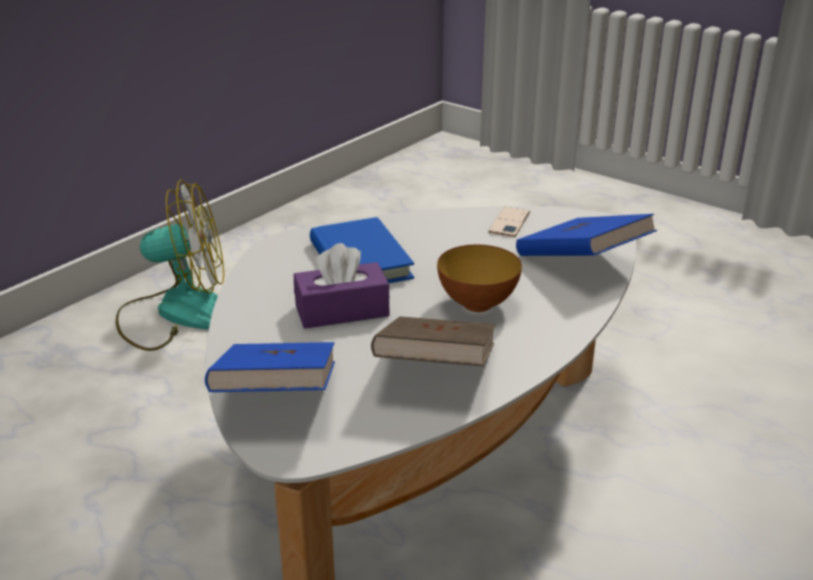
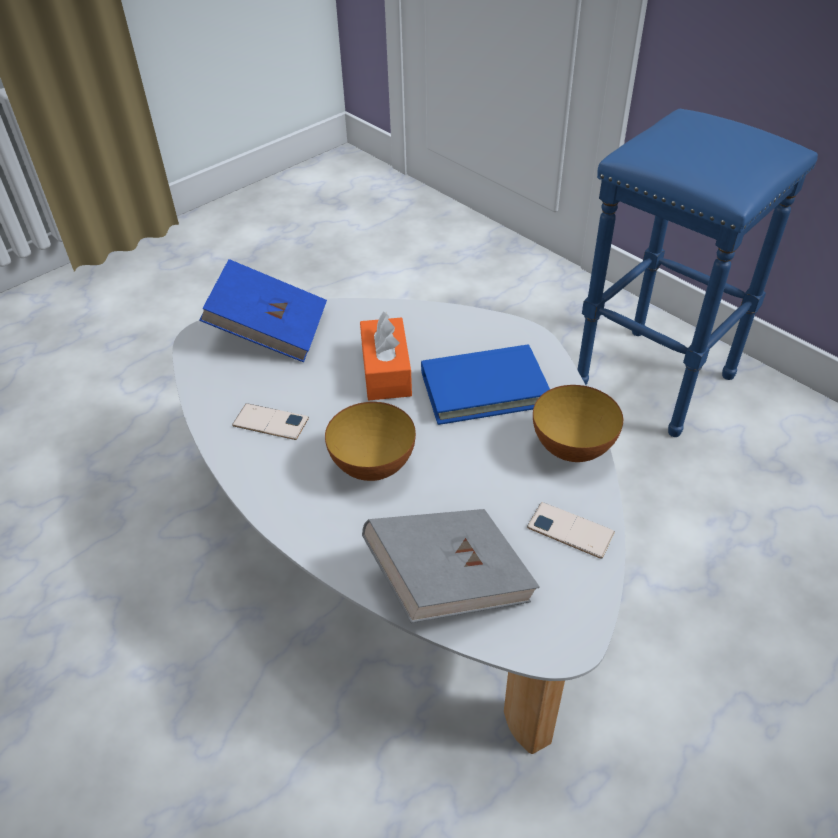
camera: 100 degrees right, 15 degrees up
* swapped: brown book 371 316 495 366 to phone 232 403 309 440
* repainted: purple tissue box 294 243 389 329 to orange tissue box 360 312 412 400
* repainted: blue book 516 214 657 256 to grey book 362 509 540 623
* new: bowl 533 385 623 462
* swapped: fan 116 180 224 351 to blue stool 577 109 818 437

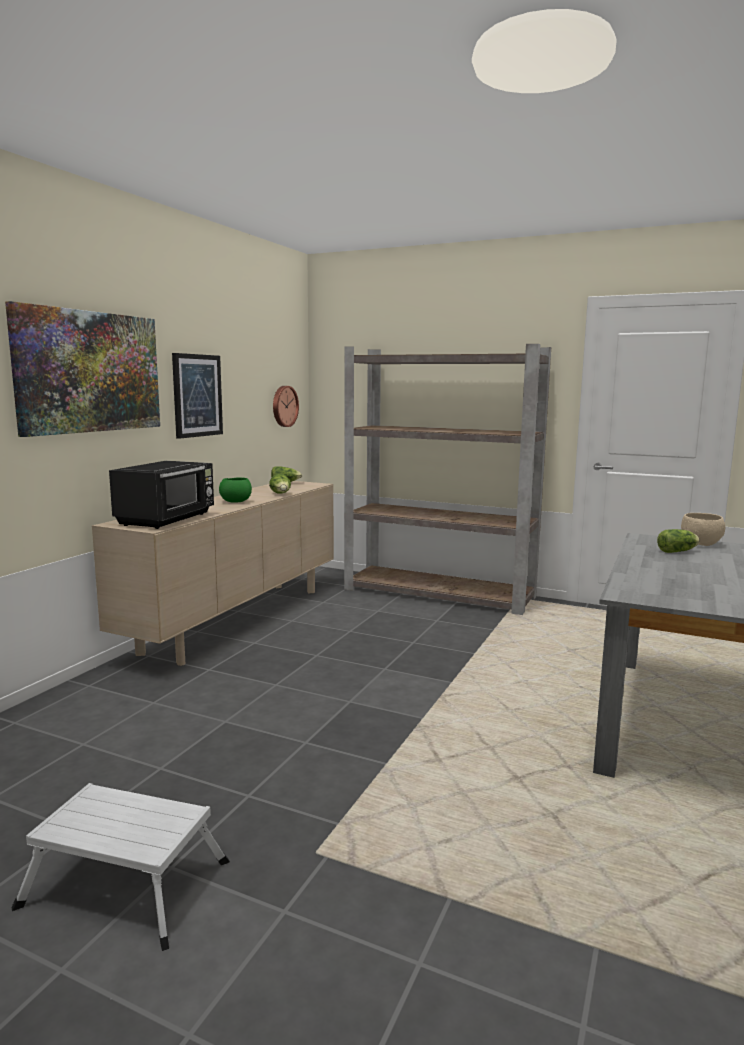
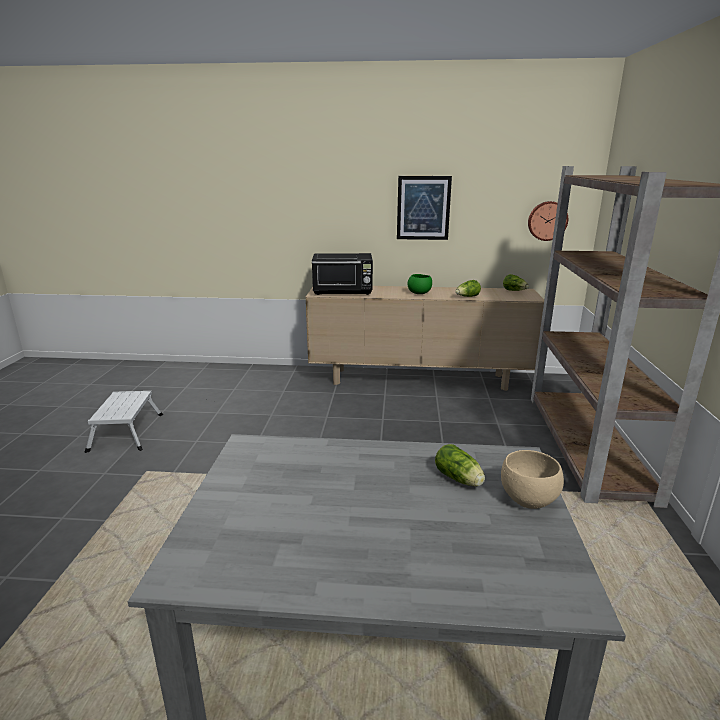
camera: 70 degrees right, 10 degrees up
* gone: picture 5 301 160 437

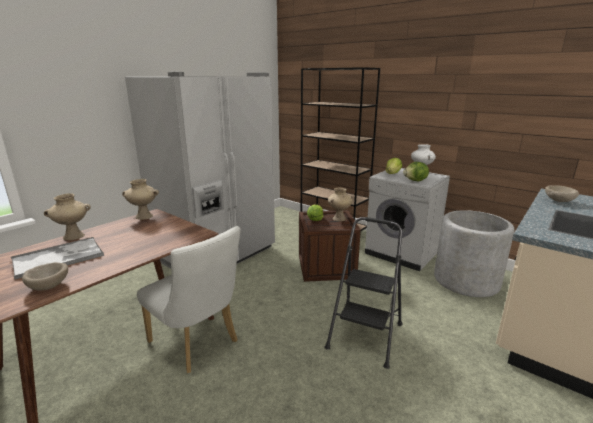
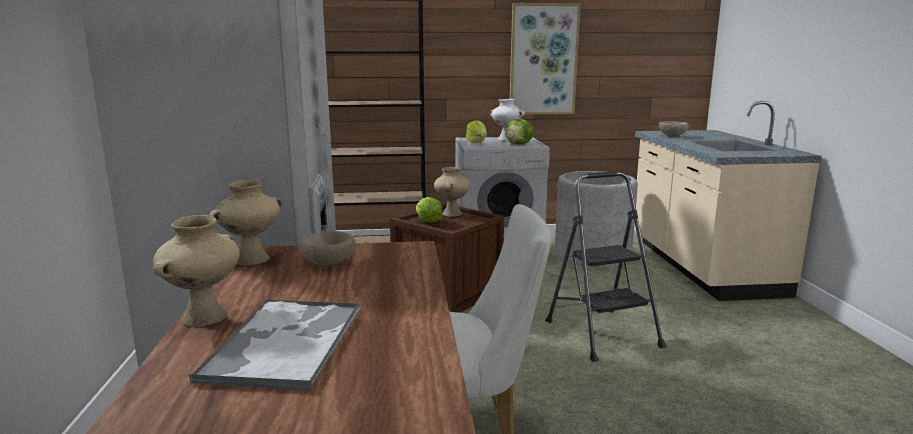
camera: 45 degrees left, 5 degrees down
* shifted: beige bowl 22 262 68 291 to 298 231 355 265
* new: picture 510 3 581 115

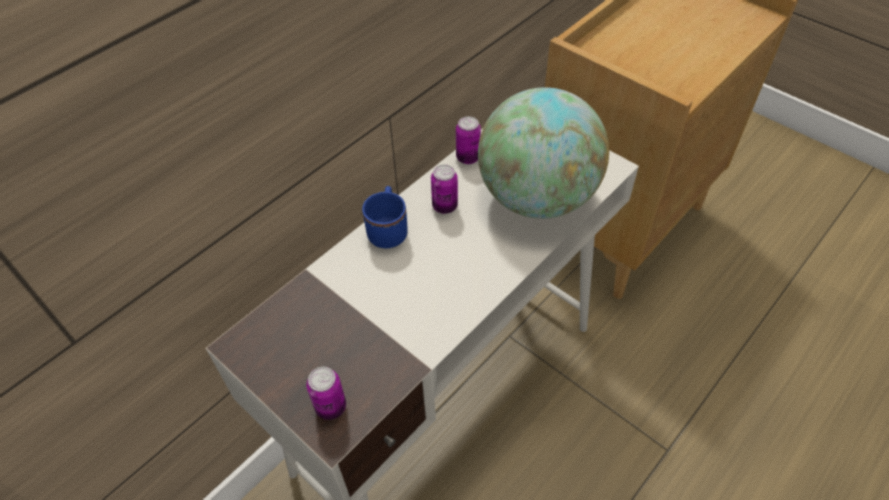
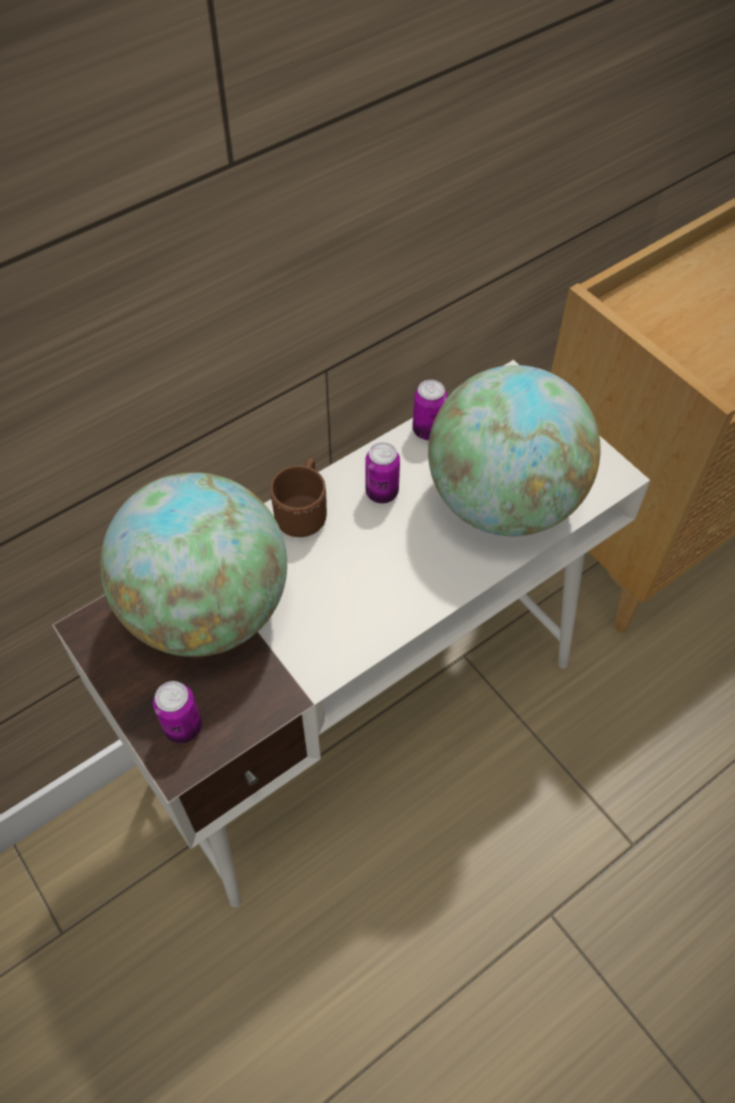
camera: 10 degrees right, 5 degrees up
* new: globe 100 472 287 657
* repainted: blue mug 362 186 408 248 to brown mug 270 458 327 537

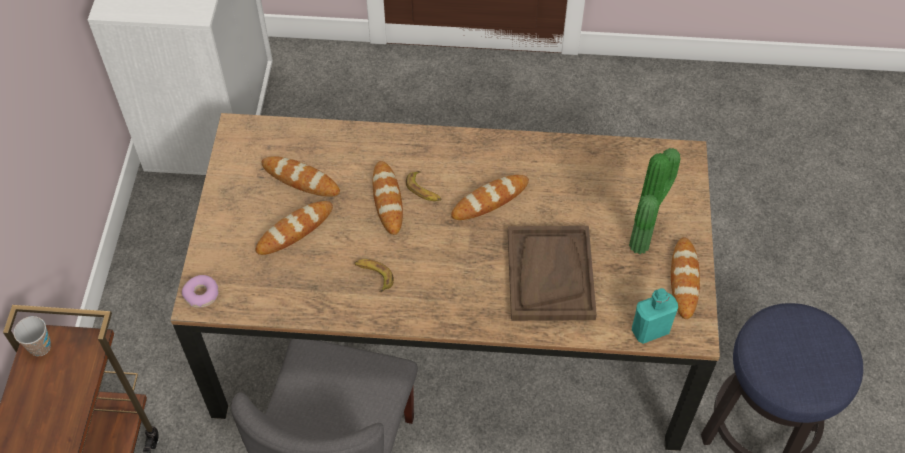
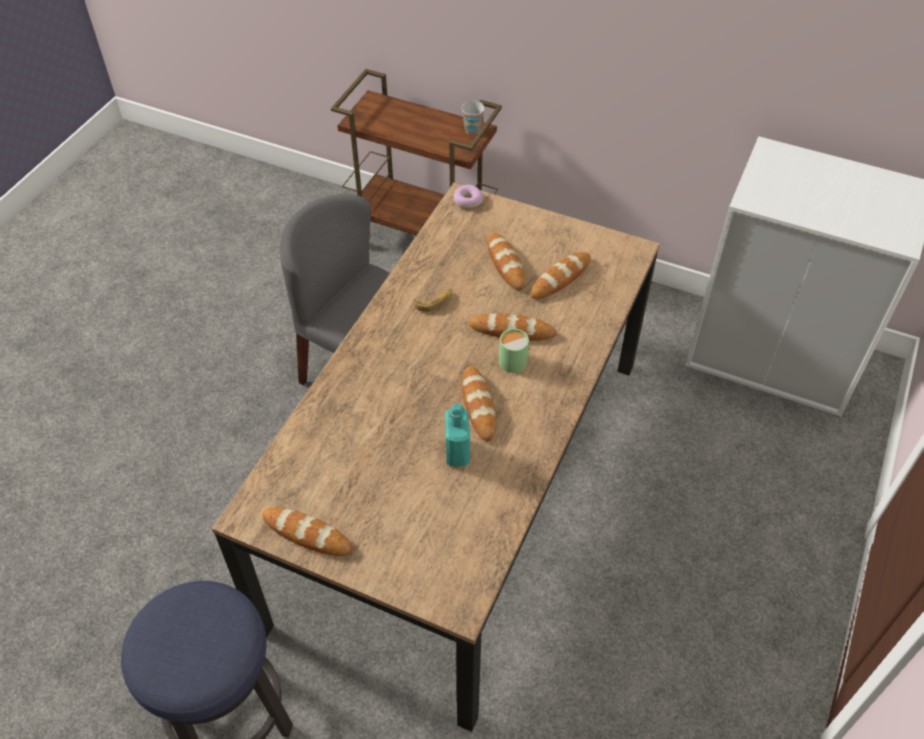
camera: 110 degrees right, 5 degrees down
* shifted: turquoise bottle 632 288 678 344 to 445 404 470 467
* swapped: banana 406 171 441 201 to green mug 499 329 530 373
* gone: brown tray 508 226 597 321
* gone: potted plant 629 148 680 254

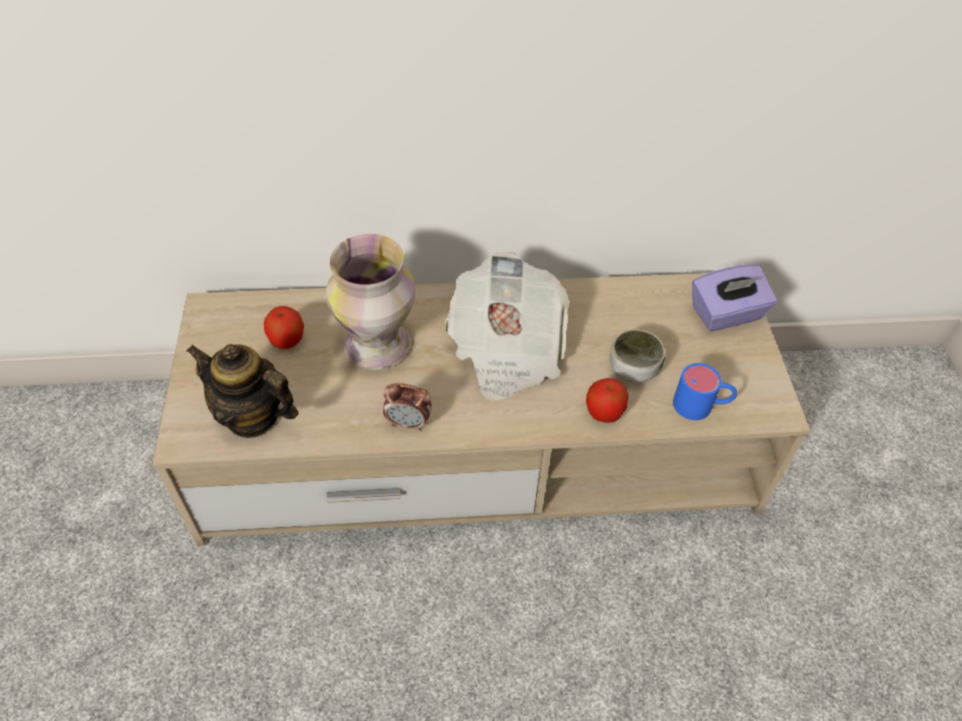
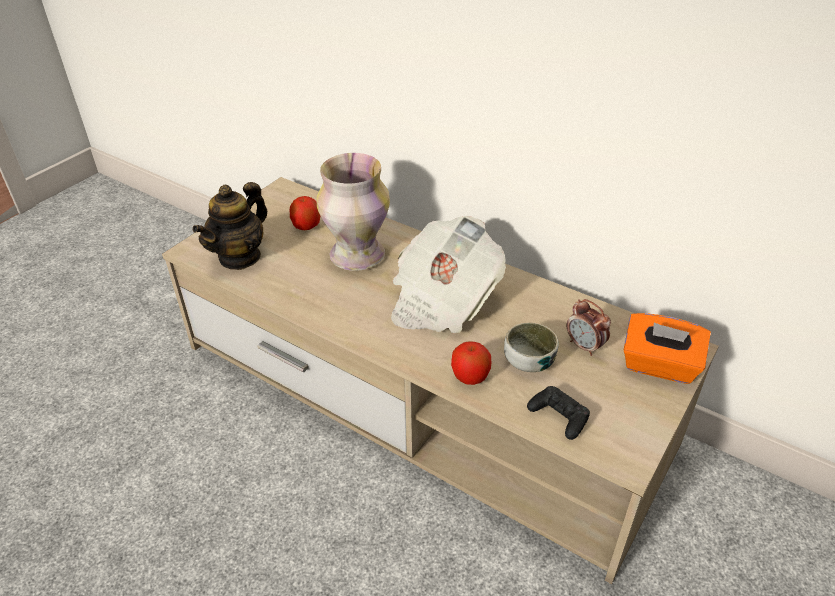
camera: 40 degrees right, 10 degrees down
* rotated: teapot 186 344 299 438 = 192 182 268 270 120 degrees counterclockwise
* swapped: blue mug 673 363 737 420 to black game controller 527 386 590 440
* shifted: alarm clock 383 383 431 431 to 567 299 611 356
* repainted: purple tissue box 692 264 777 331 to orange tissue box 624 313 711 384

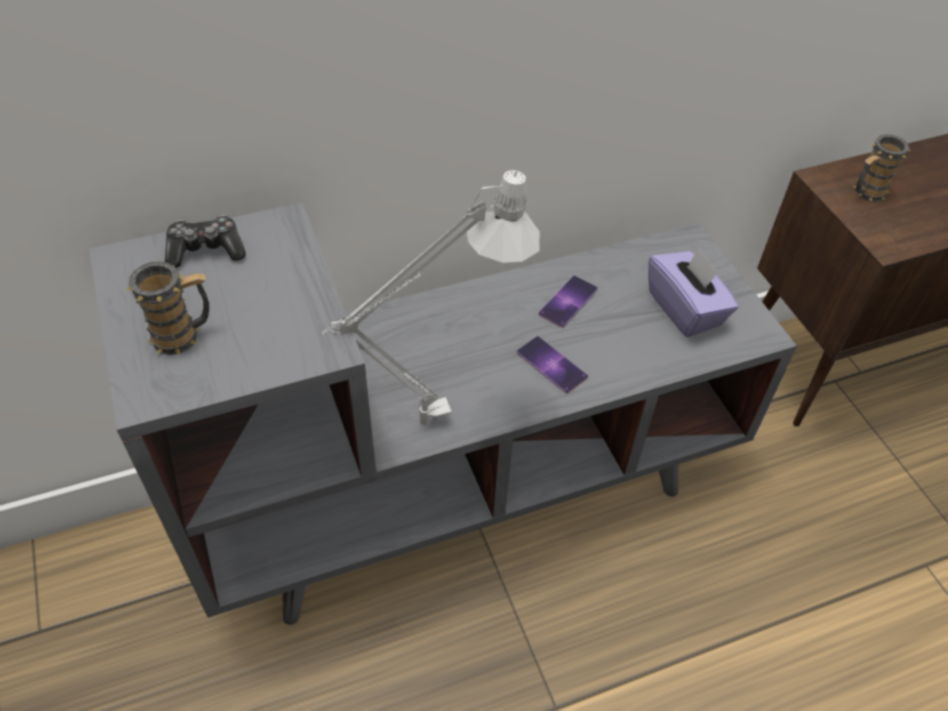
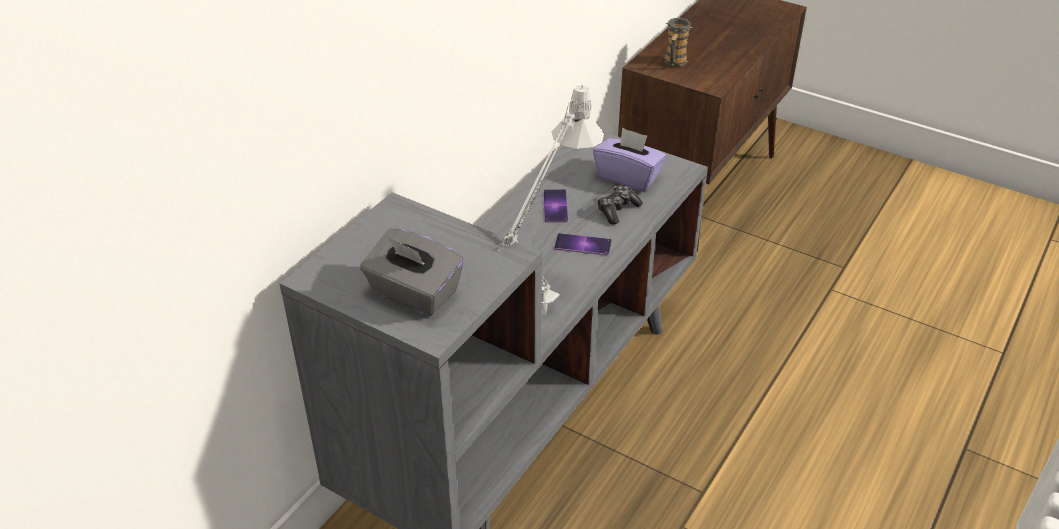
camera: 35 degrees left, 10 degrees down
* swapped: mug 126 261 209 355 to grey tissue box 360 228 464 316
* shifted: game controller 165 215 246 268 to 597 185 643 225

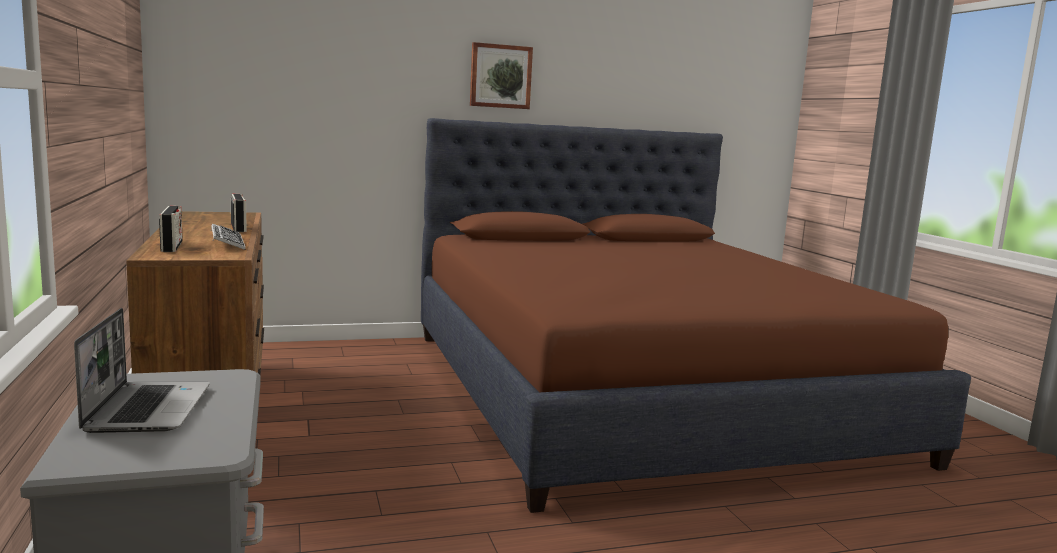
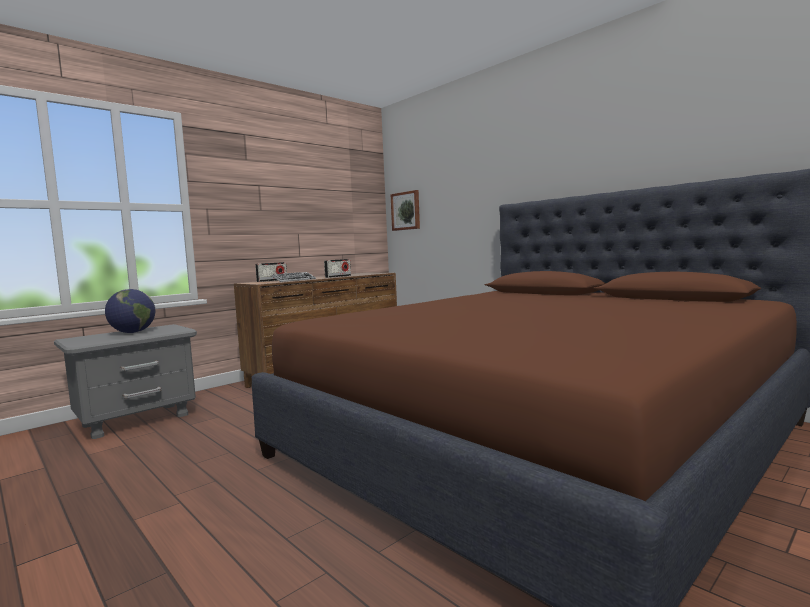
camera: 65 degrees right, 5 degrees down
* swapped: laptop 74 308 210 433 to globe 105 289 155 333
* shifted: picture 470 42 533 109 to 390 190 420 231

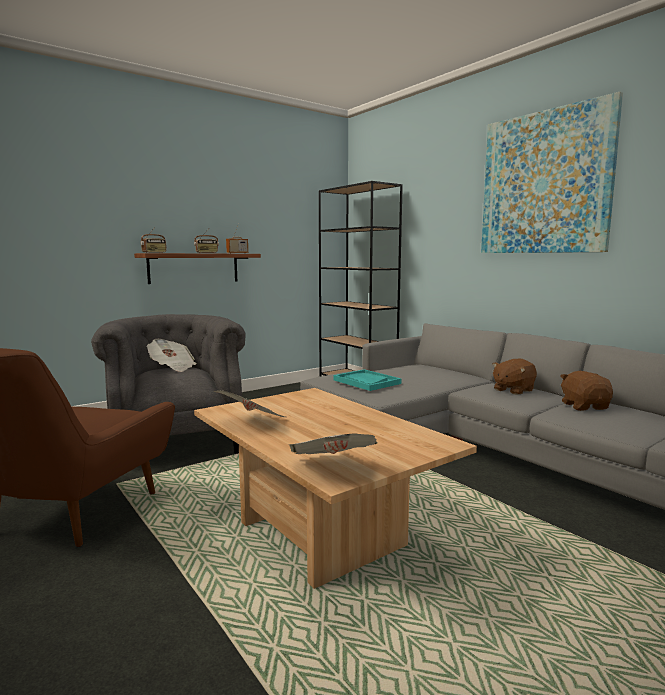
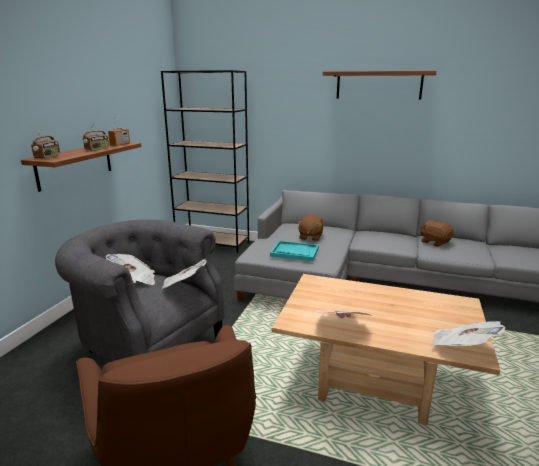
camera: 35 degrees left, 10 degrees up
* new: newspaper 162 259 207 289
* shifted: brown plush toy 492 359 537 395 to 297 215 324 241
* swapped: picture 481 92 623 253 to shelf 323 71 437 100

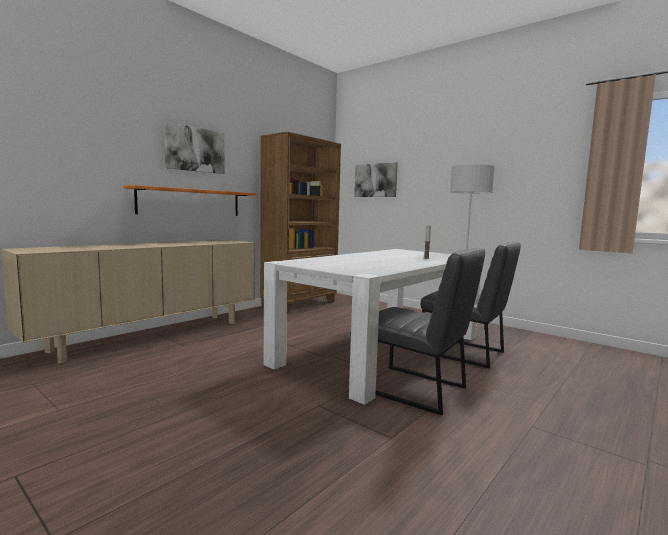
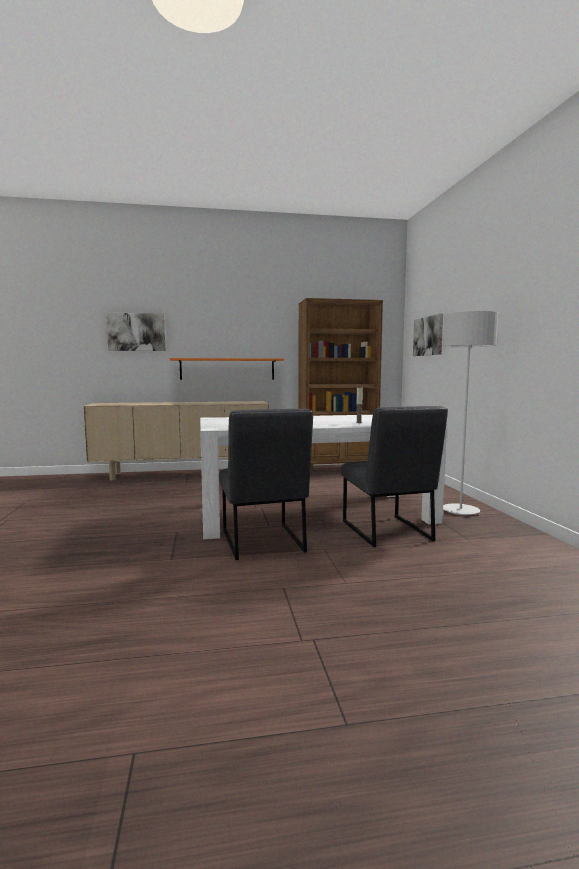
camera: 40 degrees right, 0 degrees up
* shifted: picture 164 122 225 174 to 106 313 166 351

